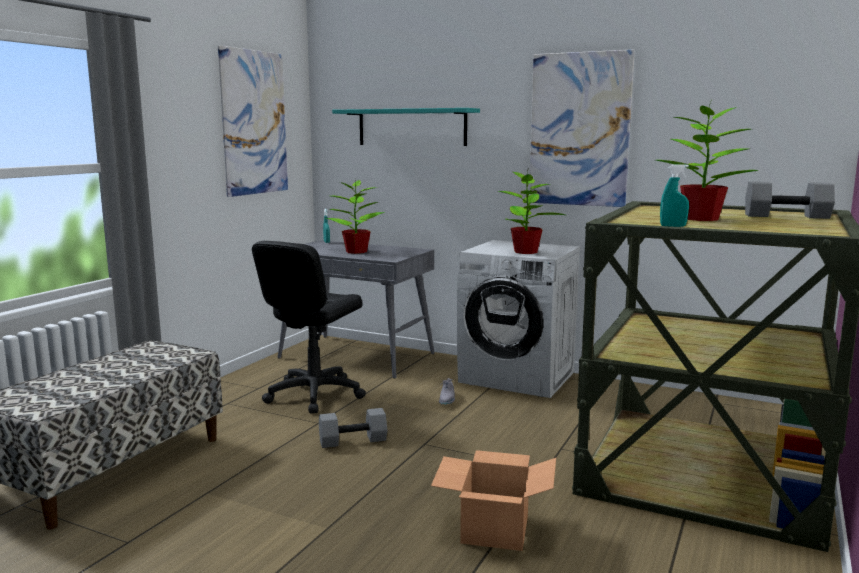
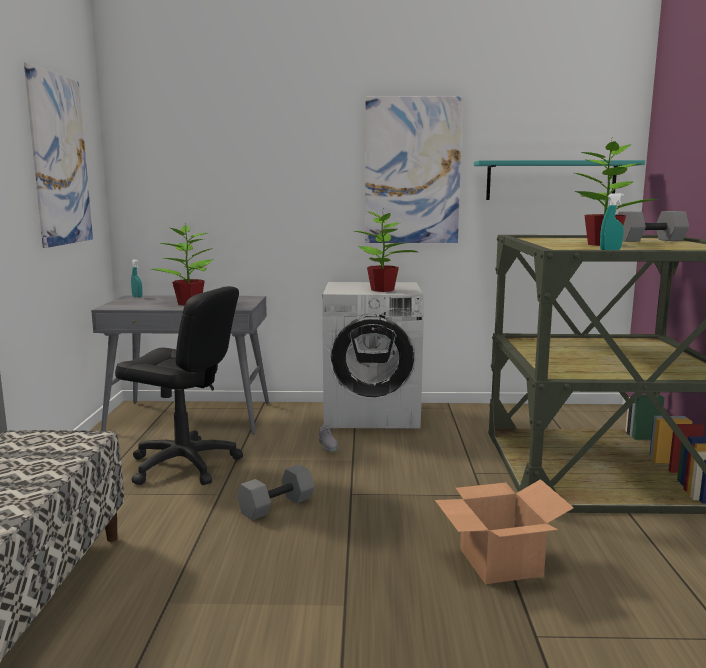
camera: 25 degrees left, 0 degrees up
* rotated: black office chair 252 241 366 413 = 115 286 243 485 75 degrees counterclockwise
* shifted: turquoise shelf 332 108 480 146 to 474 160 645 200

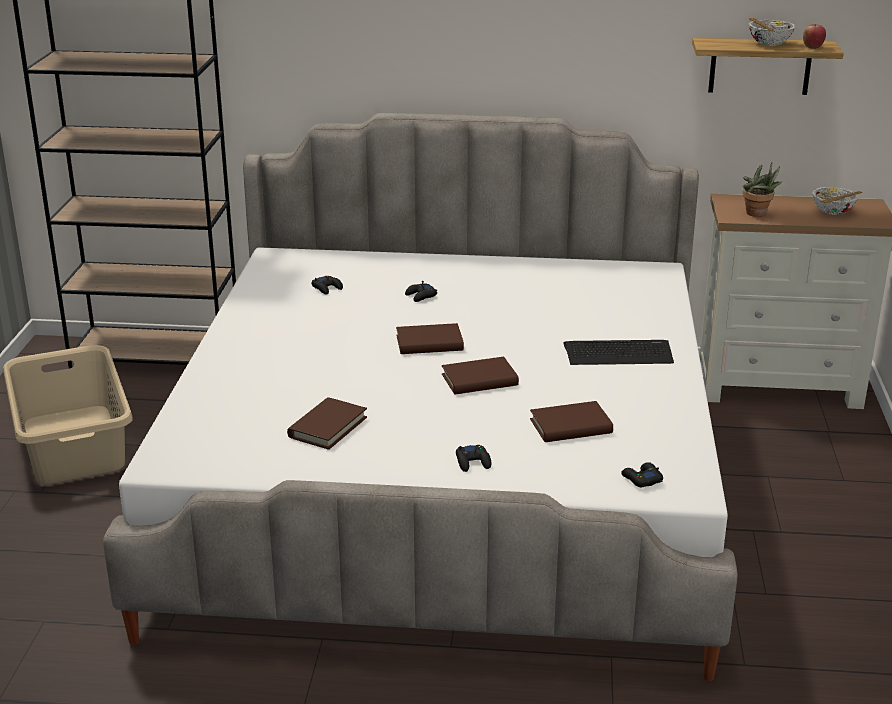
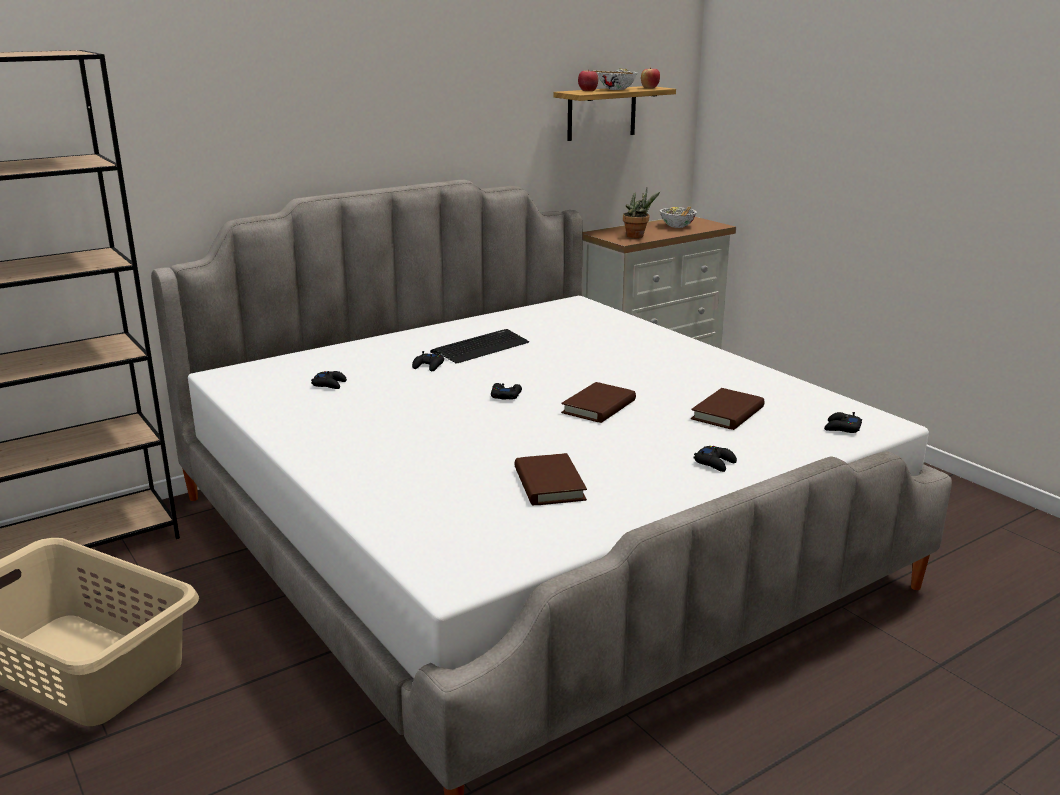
camera: 40 degrees left, 5 degrees down
* shifted: keyboard 563 340 674 365 to 430 329 529 364
* swapped: brown book 396 323 464 354 to black game controller 491 383 522 399
* new: apple 578 70 598 91

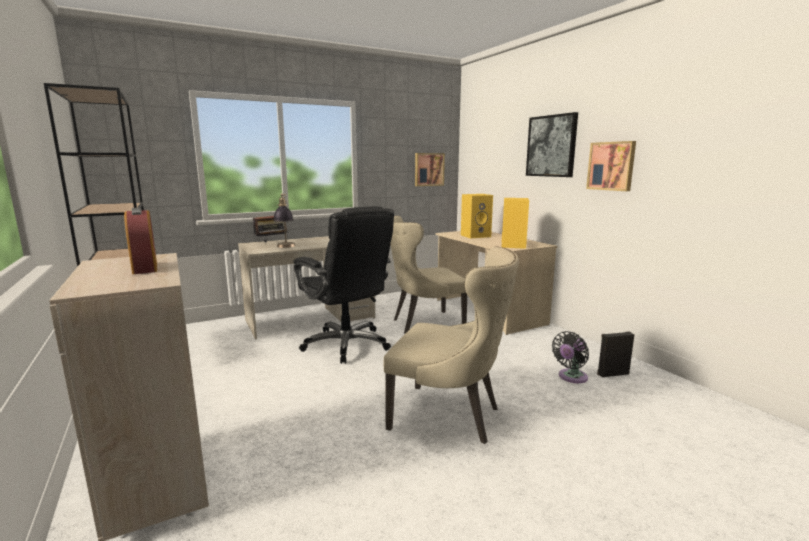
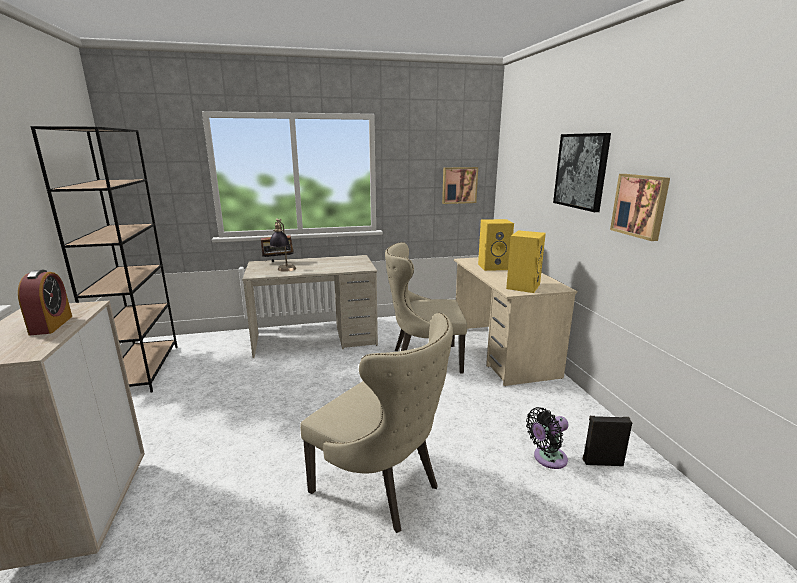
camera: 15 degrees right, 5 degrees up
* gone: black office chair 293 206 394 364

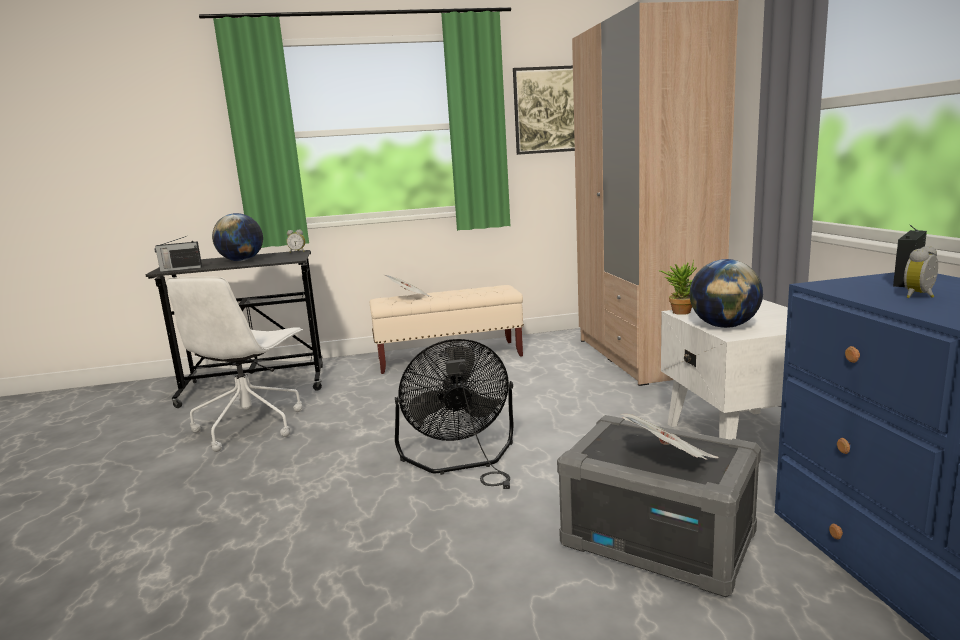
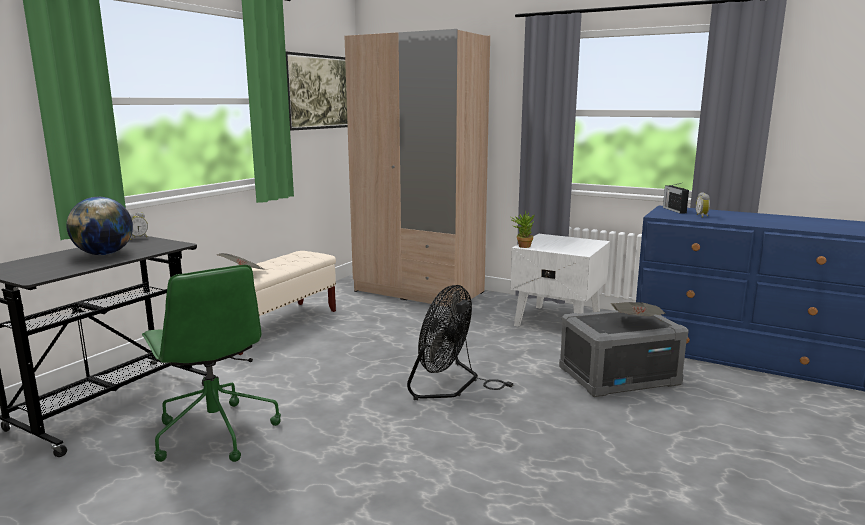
camera: 50 degrees left, 0 degrees up
* repainted: white office chair 166 277 303 452 to green office chair 142 265 281 462
* gone: radio 154 236 202 272
* gone: globe 690 259 763 328

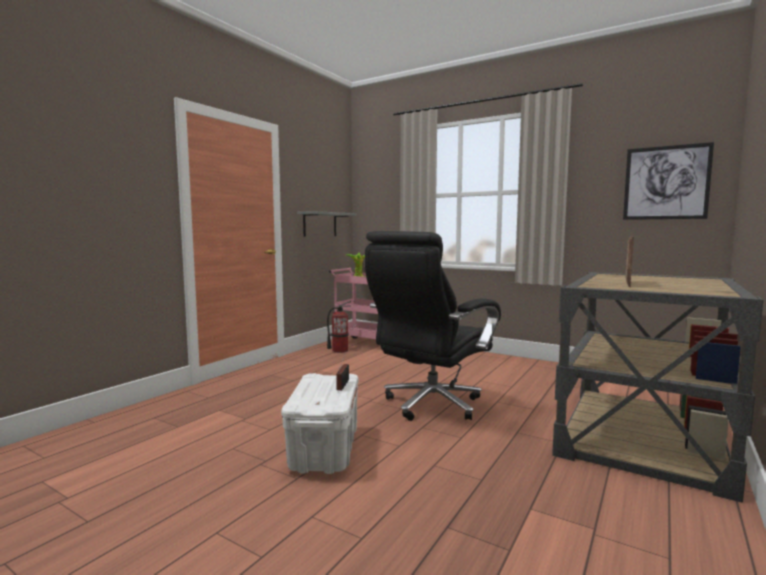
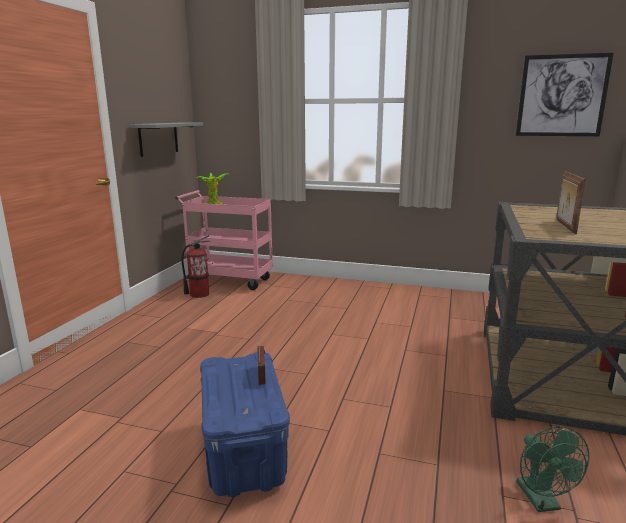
camera: 15 degrees left, 10 degrees up
* repainted: white storage box 281 373 358 474 to blue storage box 200 352 290 498
* new: green fan 516 426 589 512
* gone: black office chair 365 231 501 421

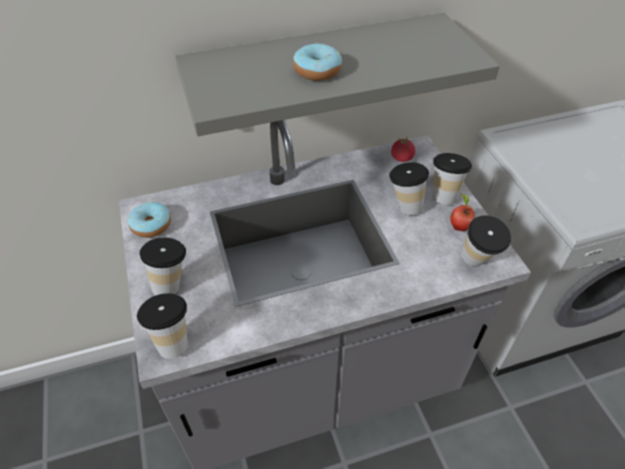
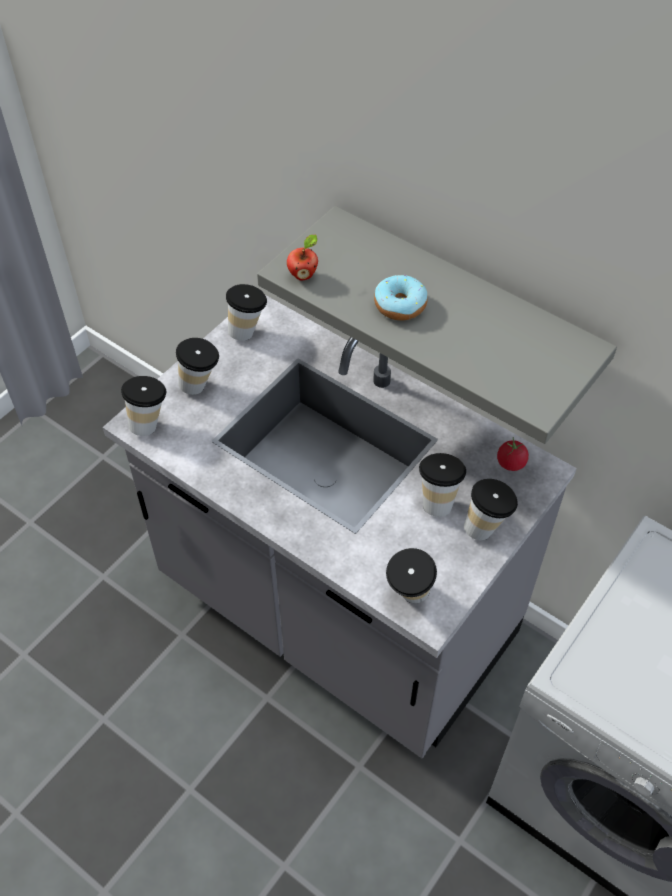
camera: 55 degrees right, 5 degrees up
* swapped: donut 128 202 171 238 to cup 226 284 267 341
* shifted: apple 450 193 475 231 to 287 235 318 281

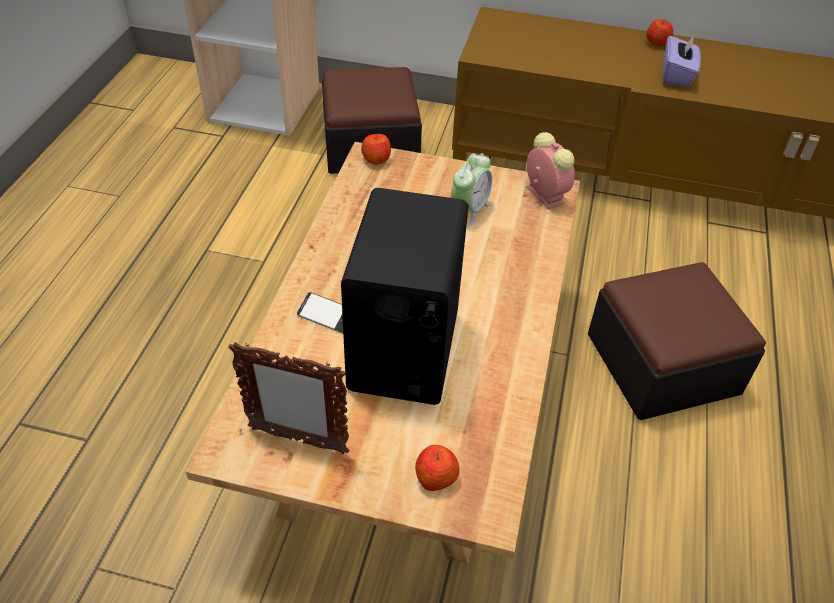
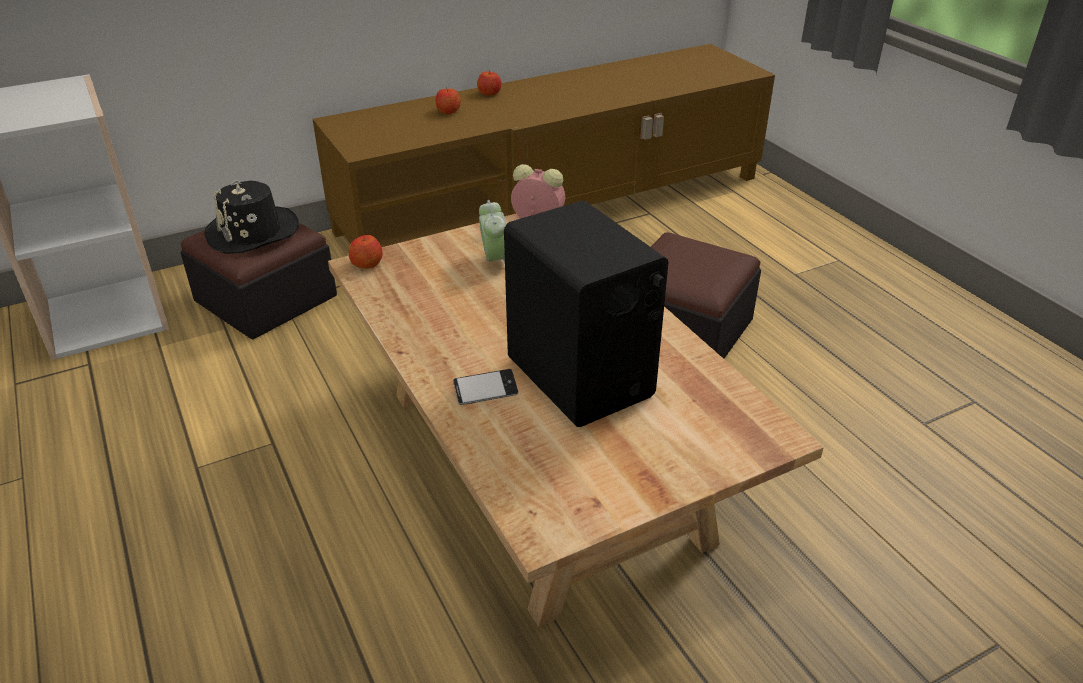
camera: 40 degrees left, 10 degrees down
* new: black hat 205 180 299 254
* shifted: apple 415 445 459 491 to 435 87 461 114
* gone: picture frame 228 342 349 454
* gone: purple tissue box 663 35 701 87

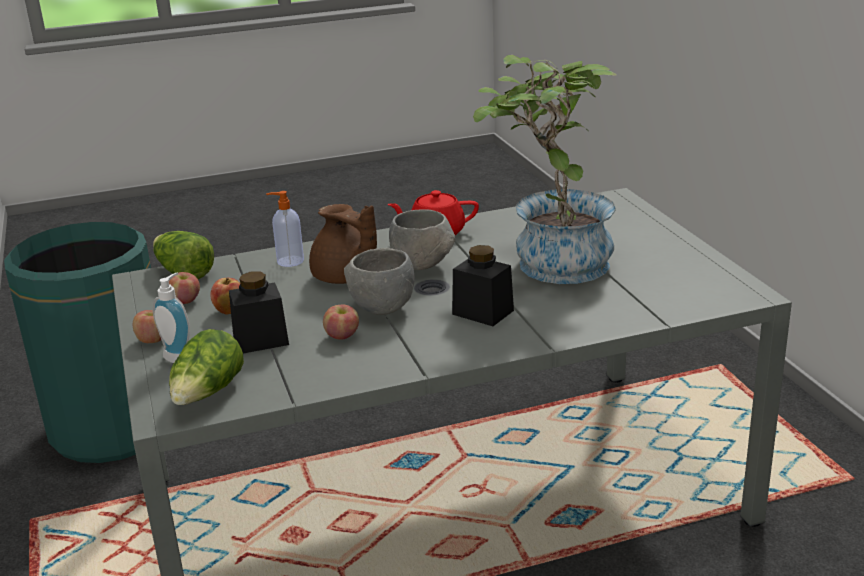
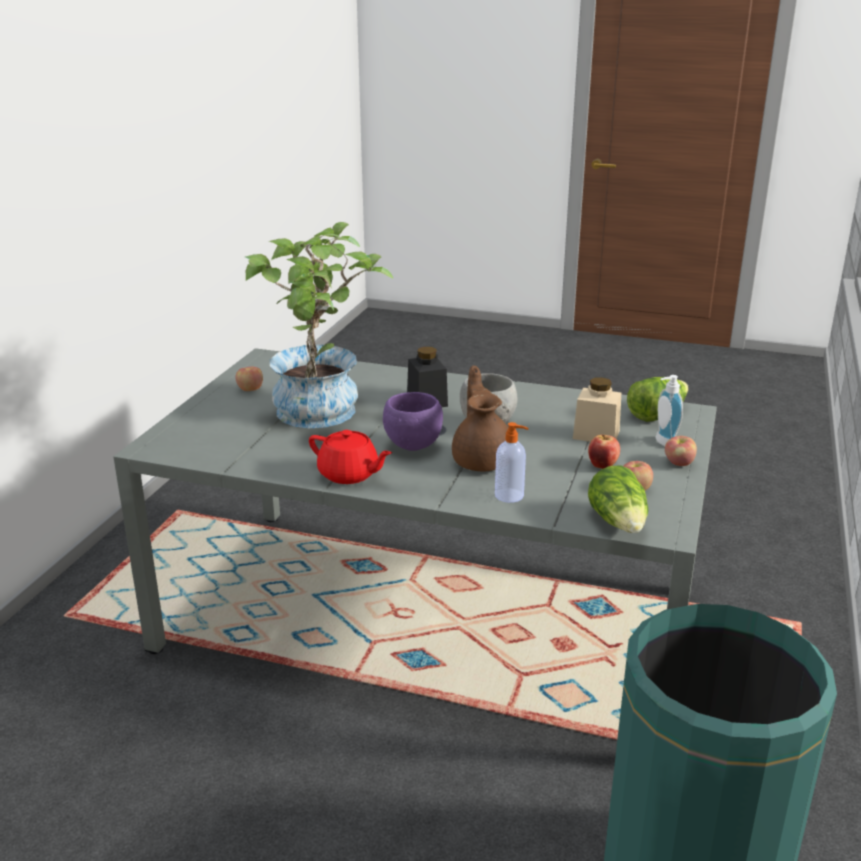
camera: 145 degrees left, 0 degrees up
* shifted: apple 323 305 359 340 to 235 367 263 391
* repainted: grey bowl 389 209 455 270 to purple bowl 383 392 443 451
* repainted: black jar 229 271 289 353 to beige jar 573 377 621 442

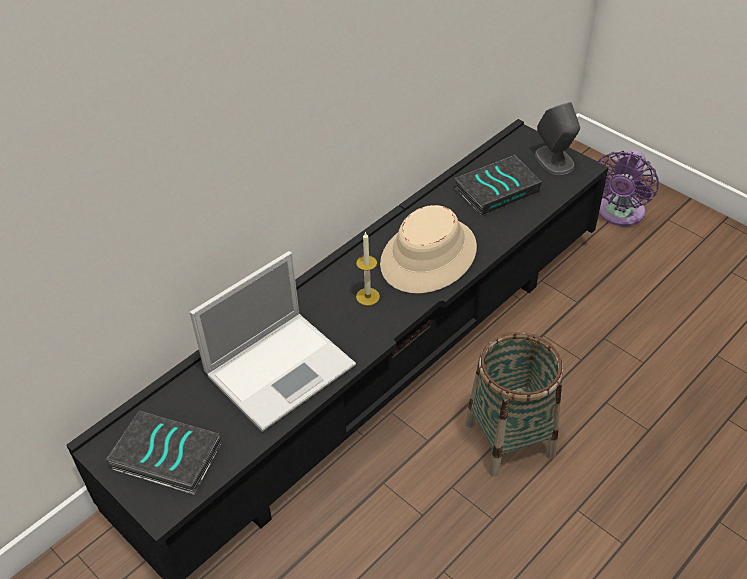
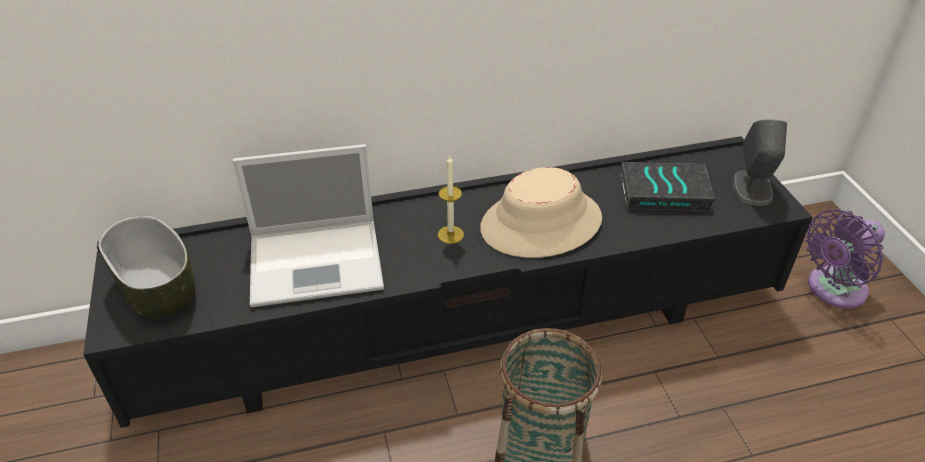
camera: 30 degrees right, 5 degrees down
* swapped: book 106 410 221 494 to bowl 98 216 196 318

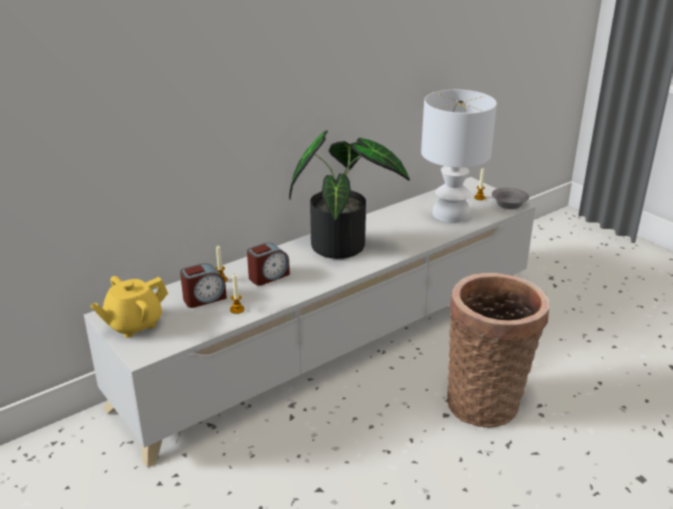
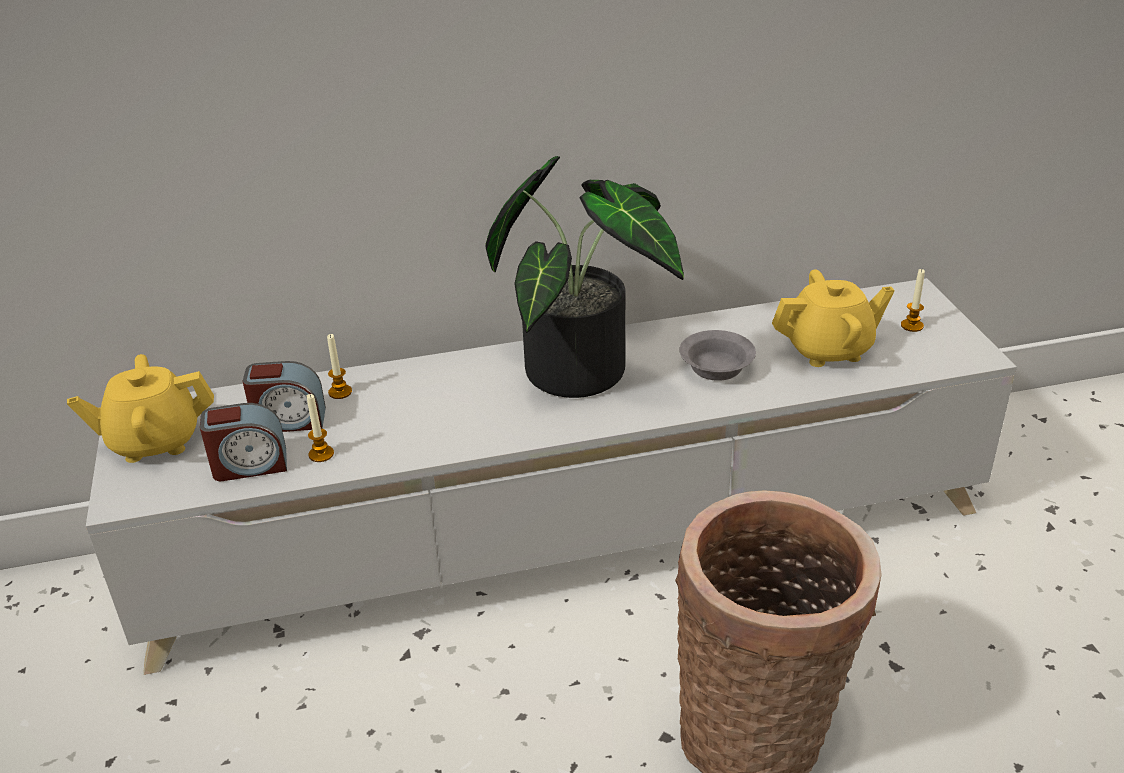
camera: 25 degrees right, 5 degrees up
* shifted: alarm clock 247 243 290 286 to 200 403 287 481
* shifted: grey bowl 492 187 529 209 to 679 330 756 381
* swapped: white table lamp 421 90 497 223 to yellow teapot 772 270 895 367

